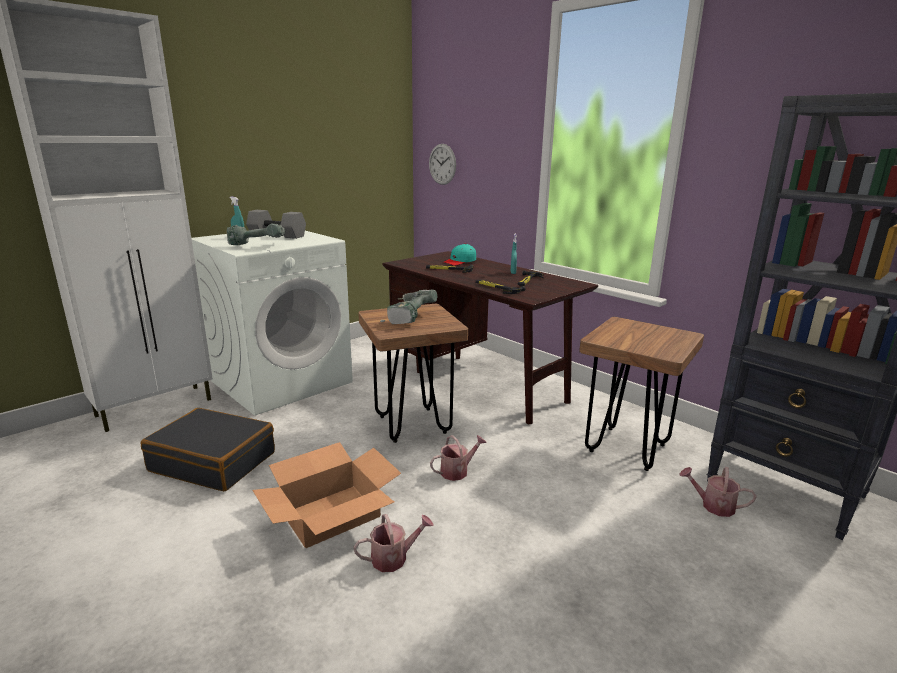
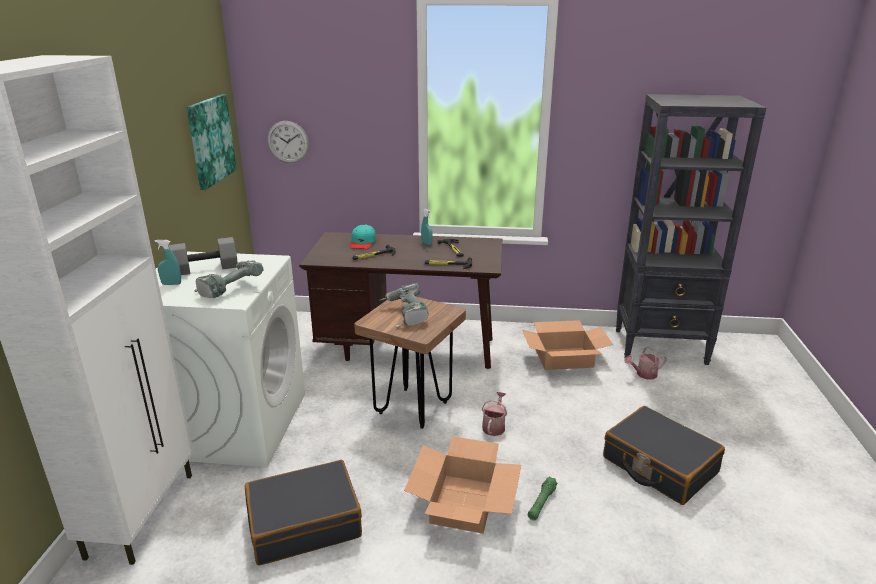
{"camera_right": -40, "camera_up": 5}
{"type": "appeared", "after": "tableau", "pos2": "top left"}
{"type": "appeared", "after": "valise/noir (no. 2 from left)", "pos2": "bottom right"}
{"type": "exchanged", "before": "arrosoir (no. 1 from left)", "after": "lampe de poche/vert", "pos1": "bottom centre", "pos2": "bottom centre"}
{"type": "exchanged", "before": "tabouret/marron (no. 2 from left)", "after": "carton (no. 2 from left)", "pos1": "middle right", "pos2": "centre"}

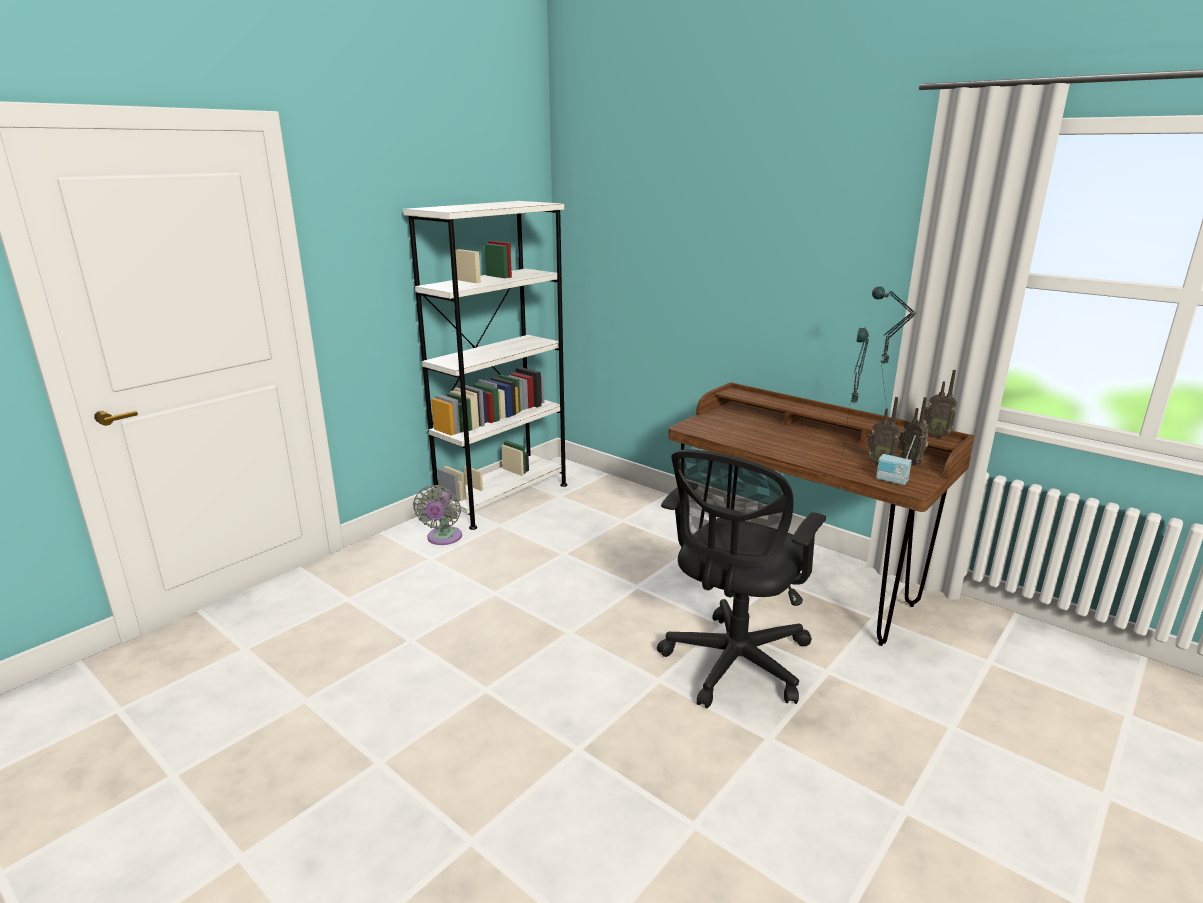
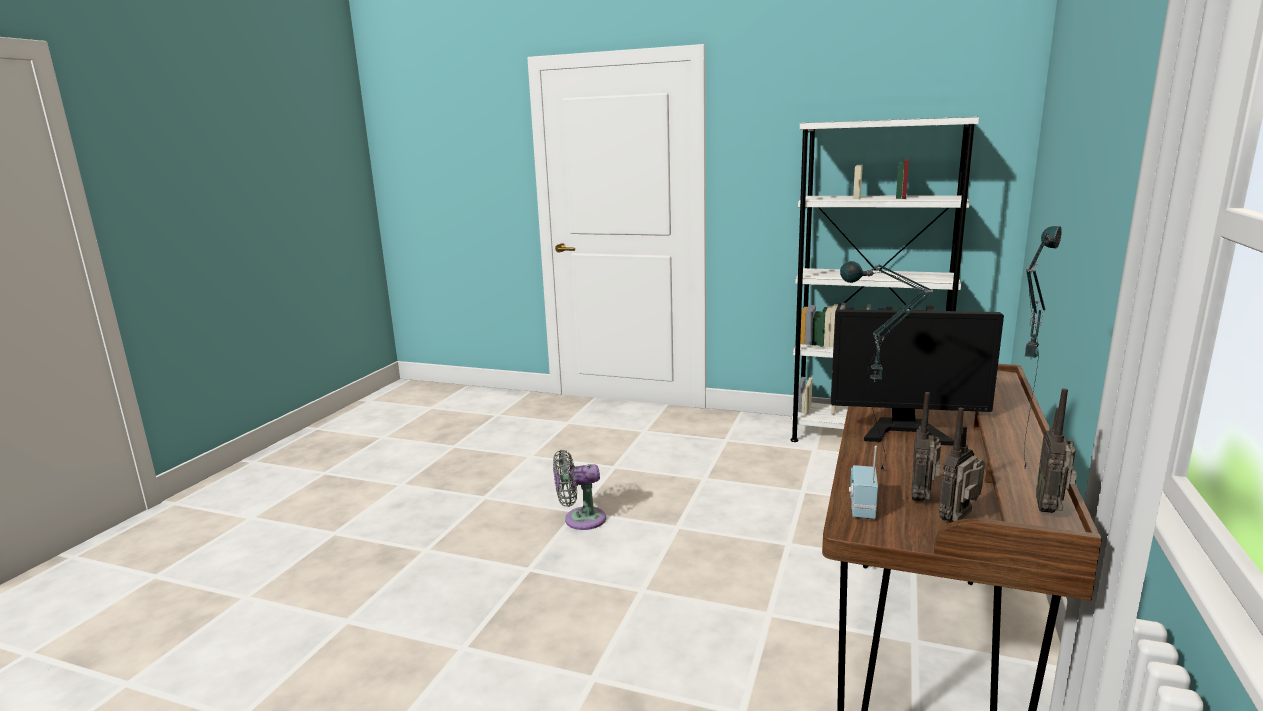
{"camera_right": 70, "camera_up": -5}
{"type": "missing", "before": "chaise de bureau/noir", "pos1": "centre"}
{"type": "appeared", "after": "écran d'ordinateur", "pos2": "middle right"}
{"type": "relocated", "before": "ventilateur/gris", "pos1": "centre", "pos2": "bottom centre"}

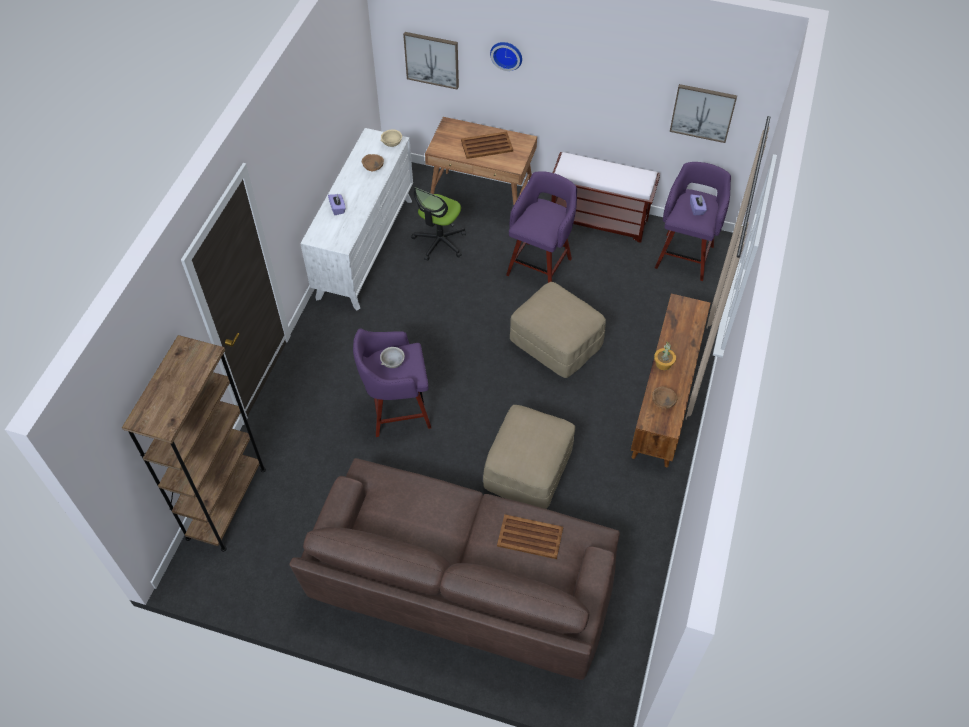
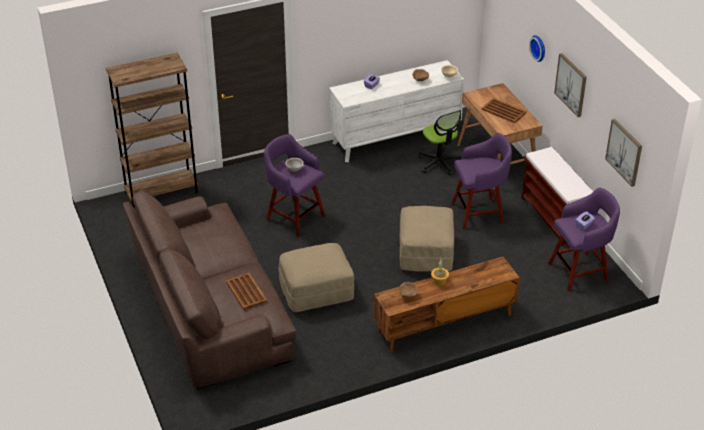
{"camera_right": 50, "camera_up": -15}
{"type": "relocated", "before": "tableau (no. 1 from left)", "pos1": "top centre", "pos2": "top right"}
{"type": "spun", "before": "chaise de bureau", "pos1": "top centre", "pos2": "top centre", "turn": -105}

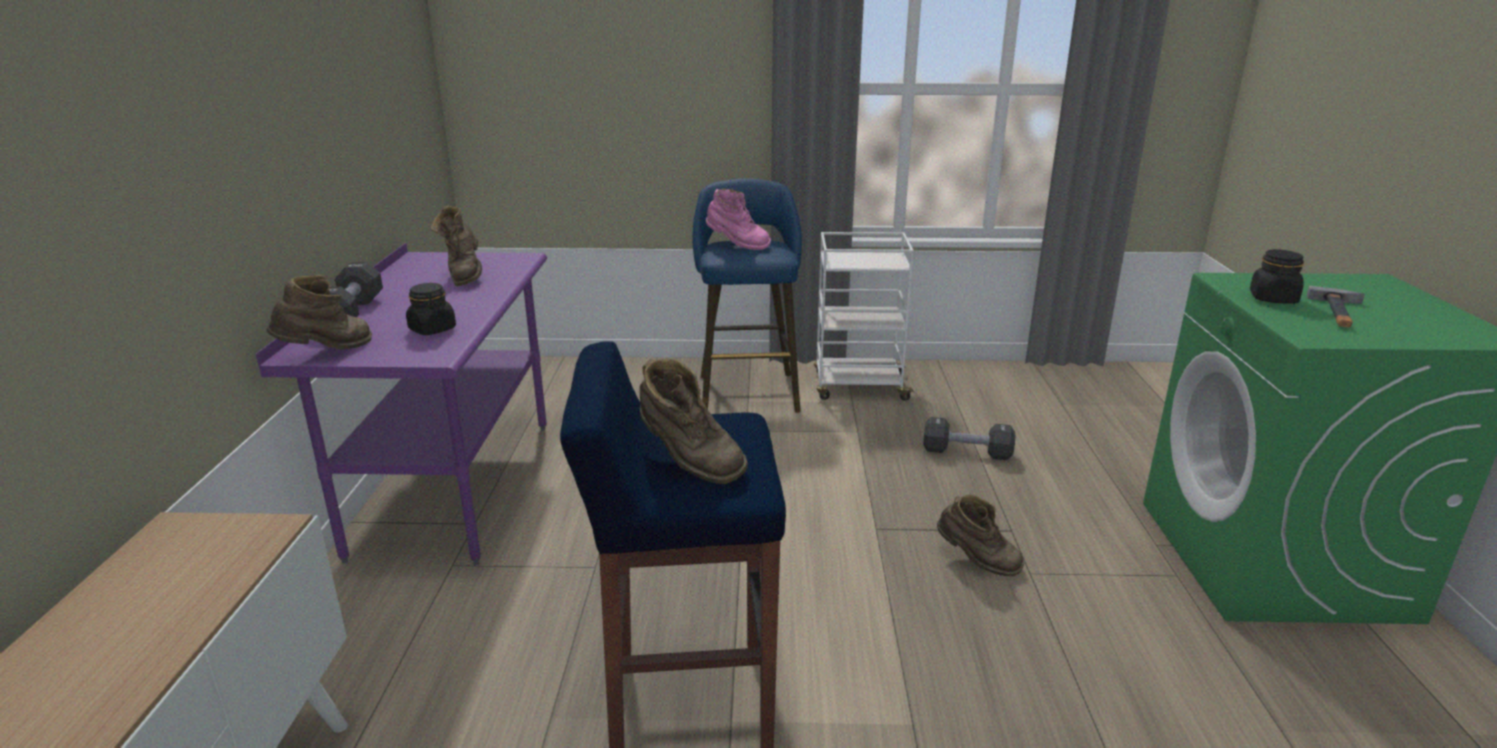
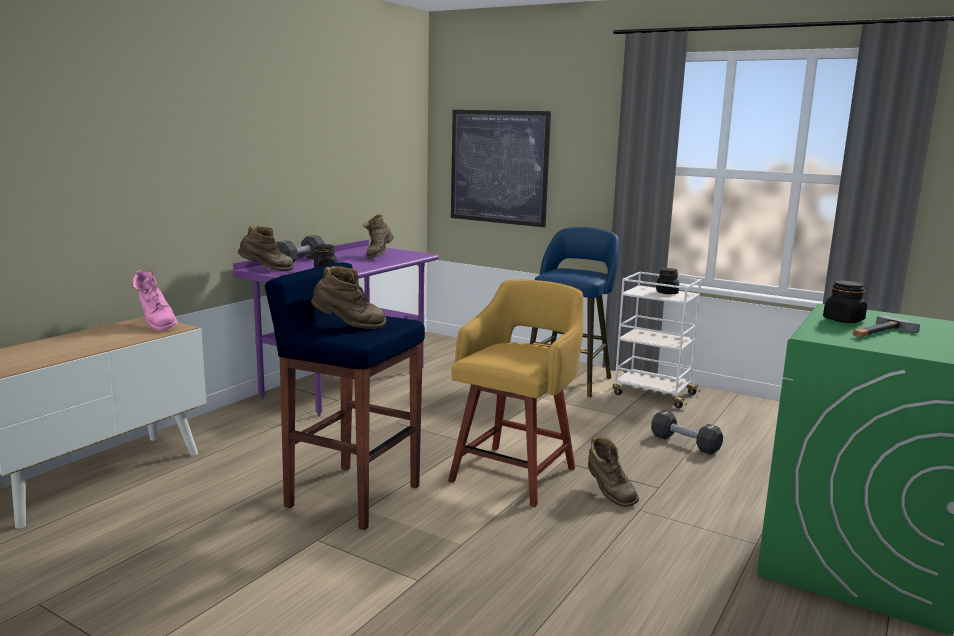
{"camera_right": 30, "camera_up": -10}
{"type": "appeared", "after": "tabouret/jaune", "pos2": "centre"}
{"type": "appeared", "after": "tableau", "pos2": "top centre"}
{"type": "appeared", "after": "bocal/noir (no. 2 from left)", "pos2": "middle right"}
{"type": "relocated", "before": "botte/rose", "pos1": "top centre", "pos2": "middle left"}
{"type": "spun", "before": "botte/marron (no. 3 from left in the first image)", "pos1": "centre", "pos2": "centre", "turn": -75}

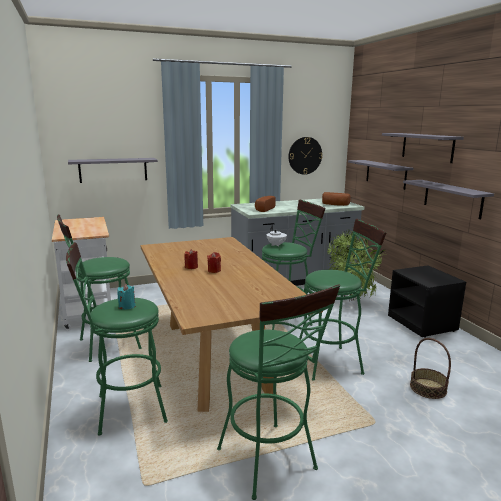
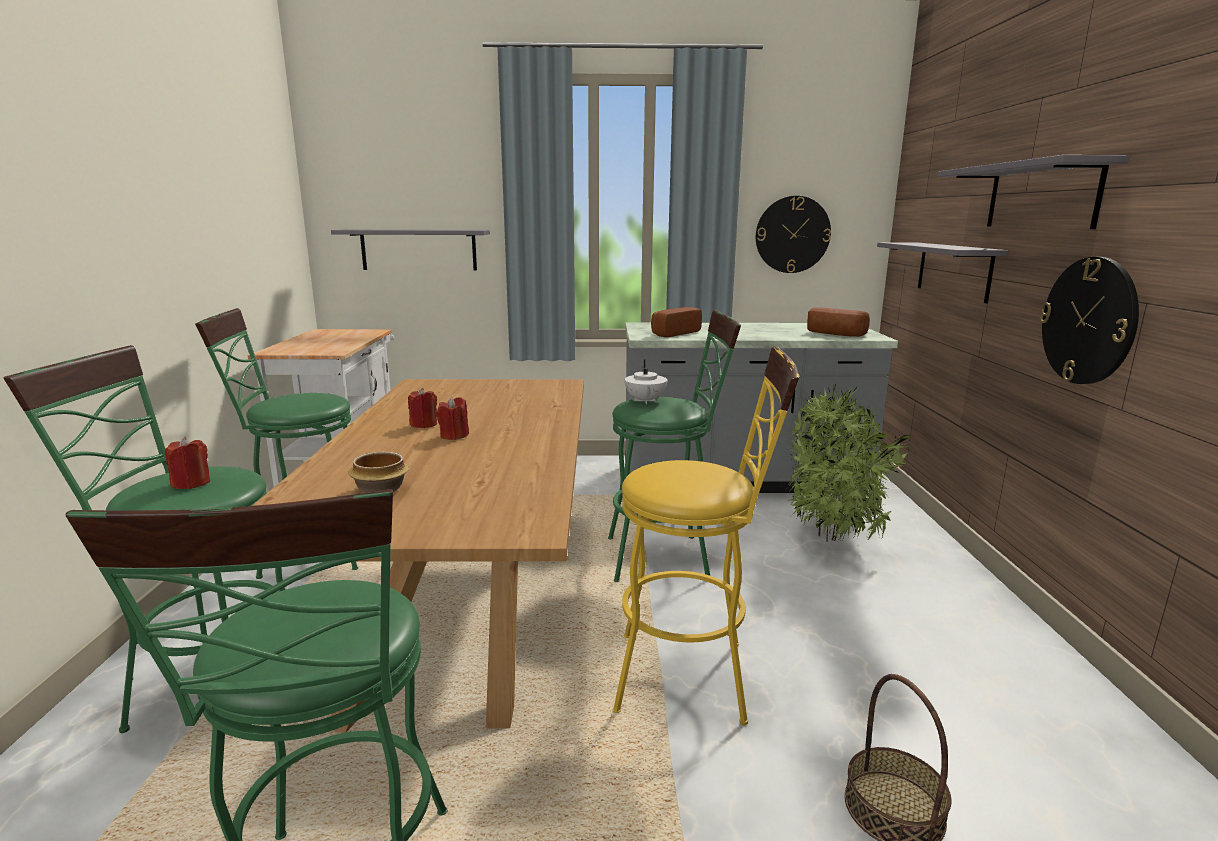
{"camera_right": 20, "camera_up": 0}
{"type": "missing", "before": "table de chevet/noir", "pos1": "middle right"}
{"type": "appeared", "after": "bol", "pos2": "middle left"}
{"type": "exchanged", "before": "étagère/gris (no. 4 from left)", "after": "horloge murale (no. 2 from left)", "pos1": "middle right", "pos2": "middle right"}
{"type": "colour", "before": "bougie/turquoise", "after": "bougie/rouge (no. 1 from left)", "pos1": "middle left", "pos2": "middle left"}
{"type": "colour", "before": "tabouret/vert (no. 5 from left)", "after": "tabouret/jaune", "pos1": "middle right", "pos2": "centre"}

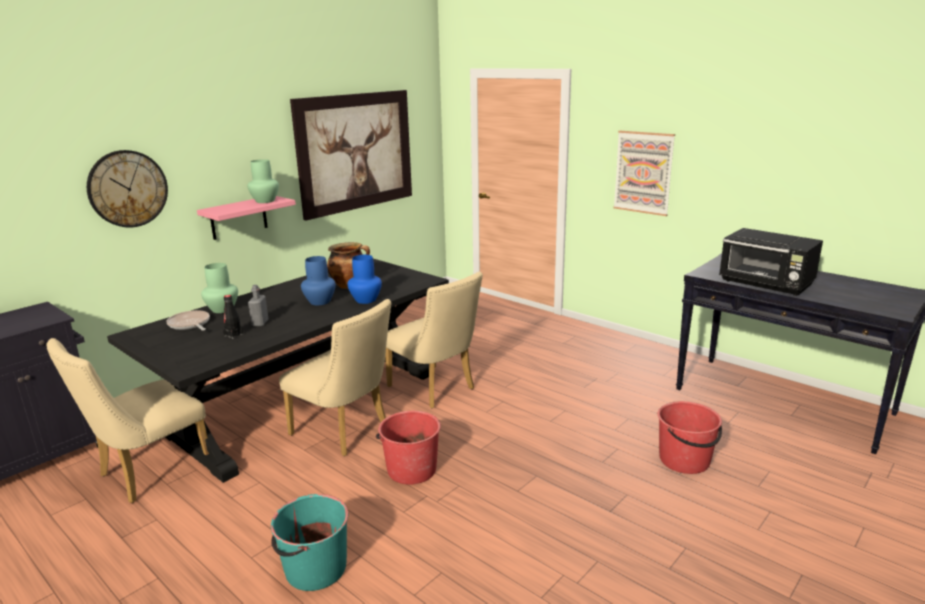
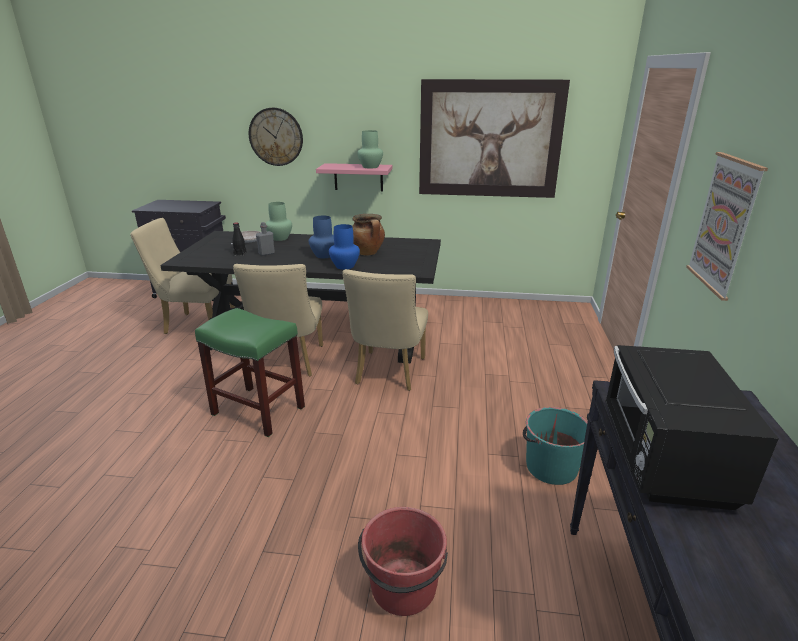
{"camera_right": 55, "camera_up": 5}
{"type": "relocated", "before": "seau/turquoise", "pos1": "bottom centre", "pos2": "bottom right"}
{"type": "exchanged", "before": "seau/rouge (no. 1 from left)", "after": "tabouret/vert", "pos1": "bottom centre", "pos2": "middle left"}

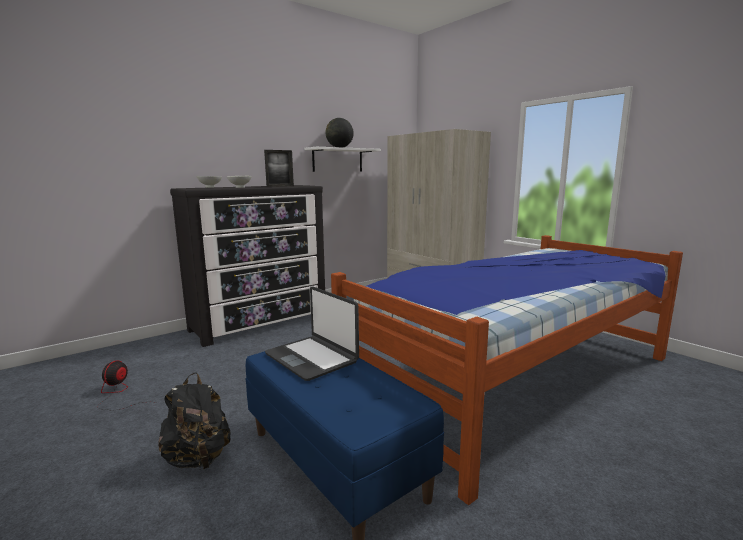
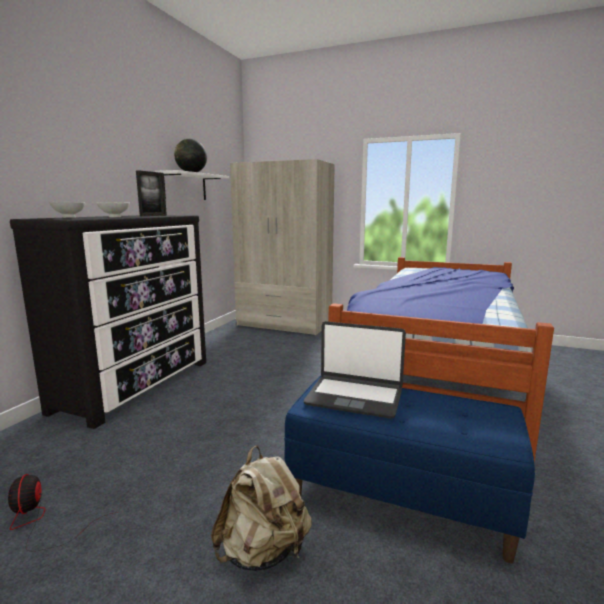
{"camera_right": -30, "camera_up": 0}
{"type": "colour", "before": "sac à dos/noir", "after": "sac à dos/beige", "pos1": "bottom left", "pos2": "bottom centre"}

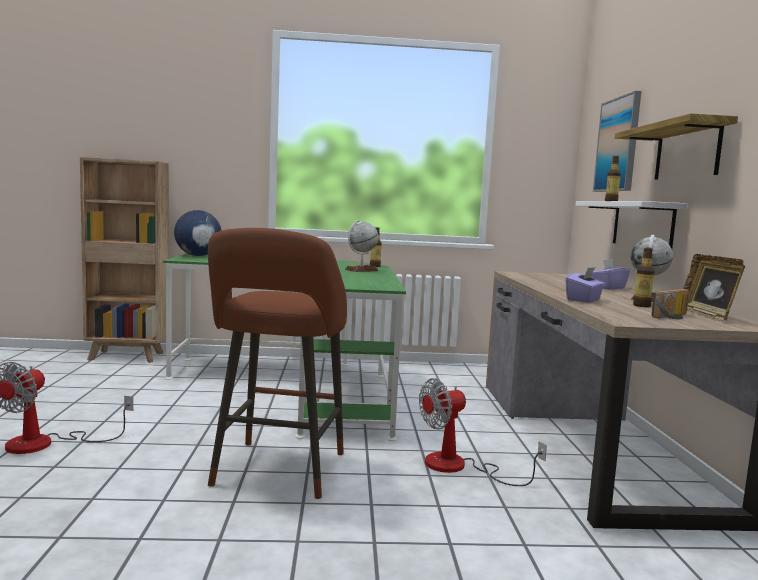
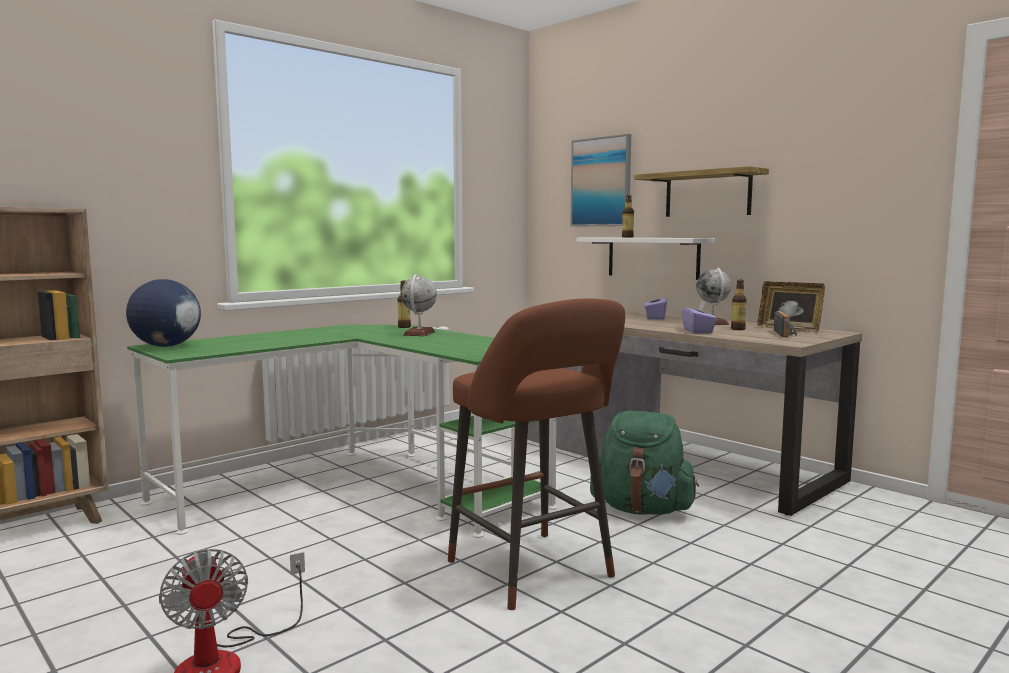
{"camera_right": -40, "camera_up": 0}
{"type": "exchanged", "before": "ventilateur (no. 2 from left)", "after": "sac à dos/vert", "pos1": "bottom centre", "pos2": "bottom centre"}

